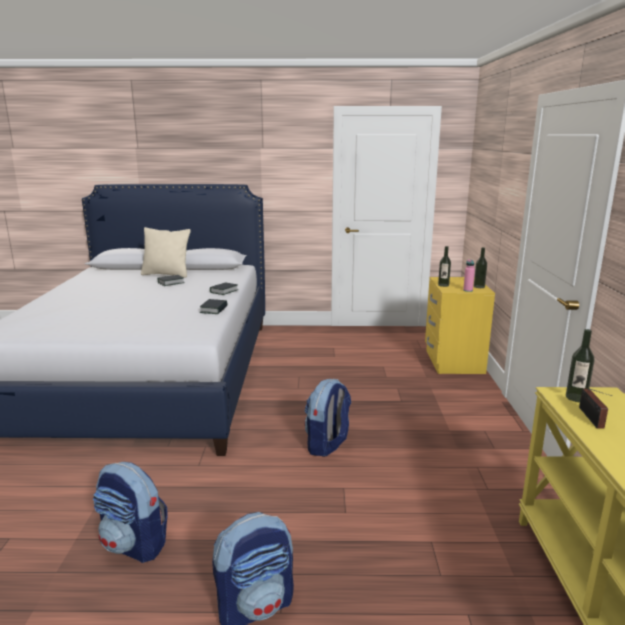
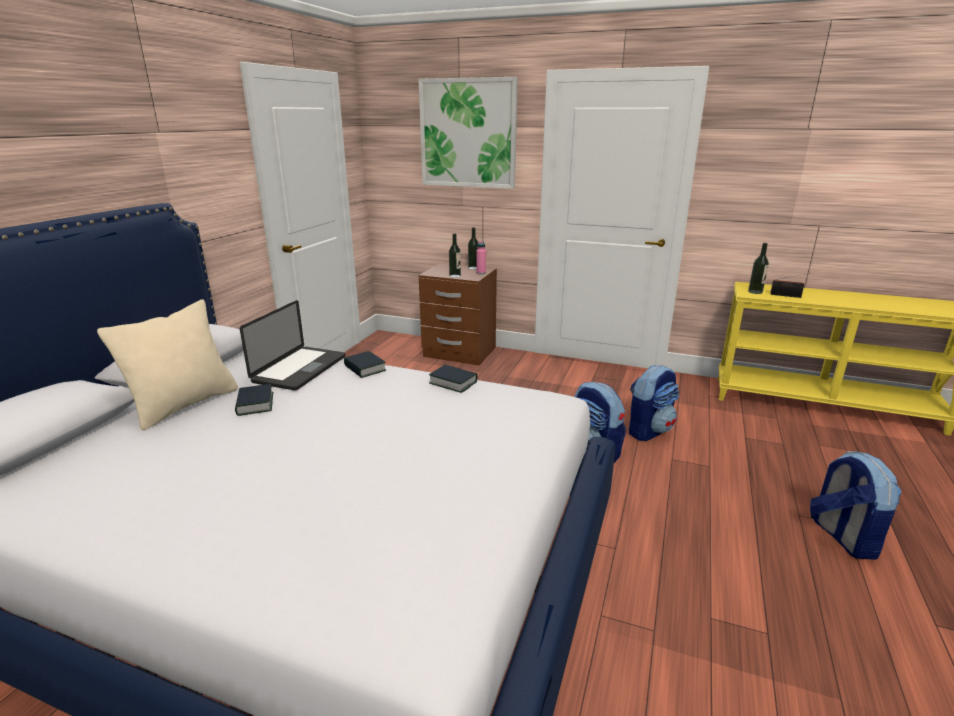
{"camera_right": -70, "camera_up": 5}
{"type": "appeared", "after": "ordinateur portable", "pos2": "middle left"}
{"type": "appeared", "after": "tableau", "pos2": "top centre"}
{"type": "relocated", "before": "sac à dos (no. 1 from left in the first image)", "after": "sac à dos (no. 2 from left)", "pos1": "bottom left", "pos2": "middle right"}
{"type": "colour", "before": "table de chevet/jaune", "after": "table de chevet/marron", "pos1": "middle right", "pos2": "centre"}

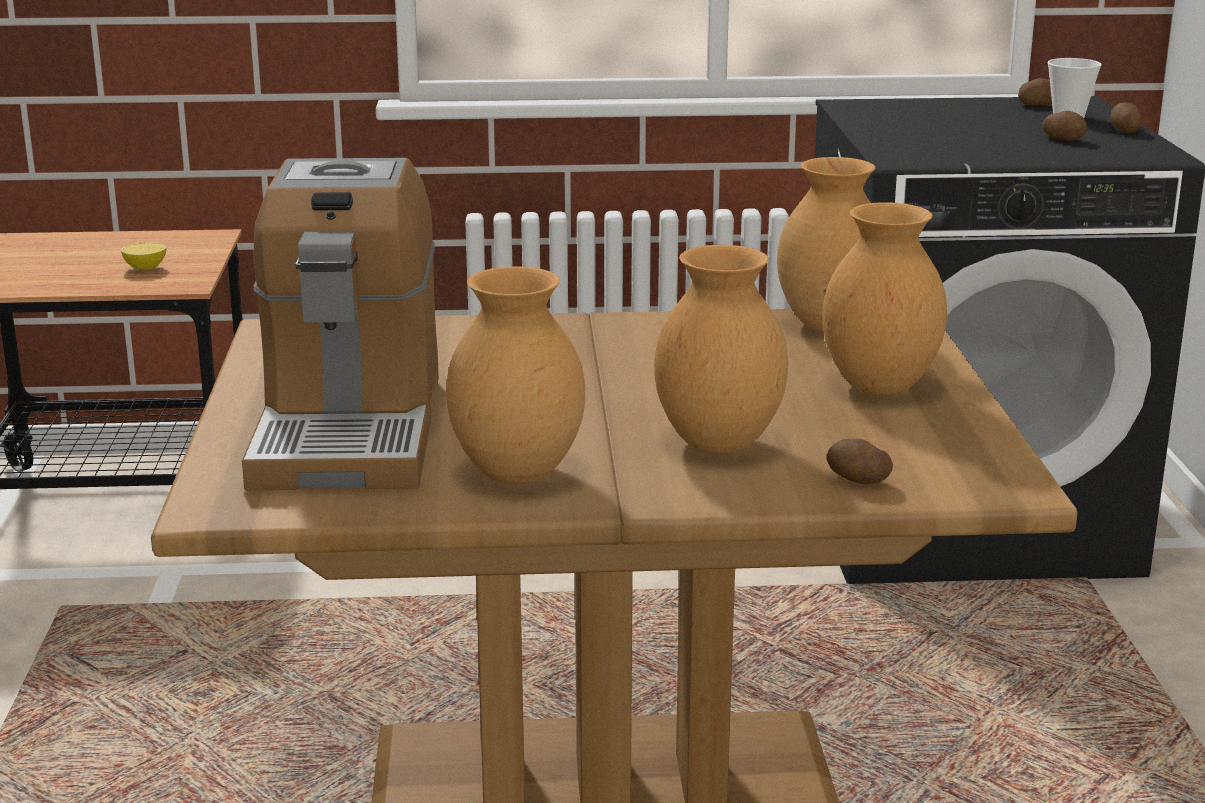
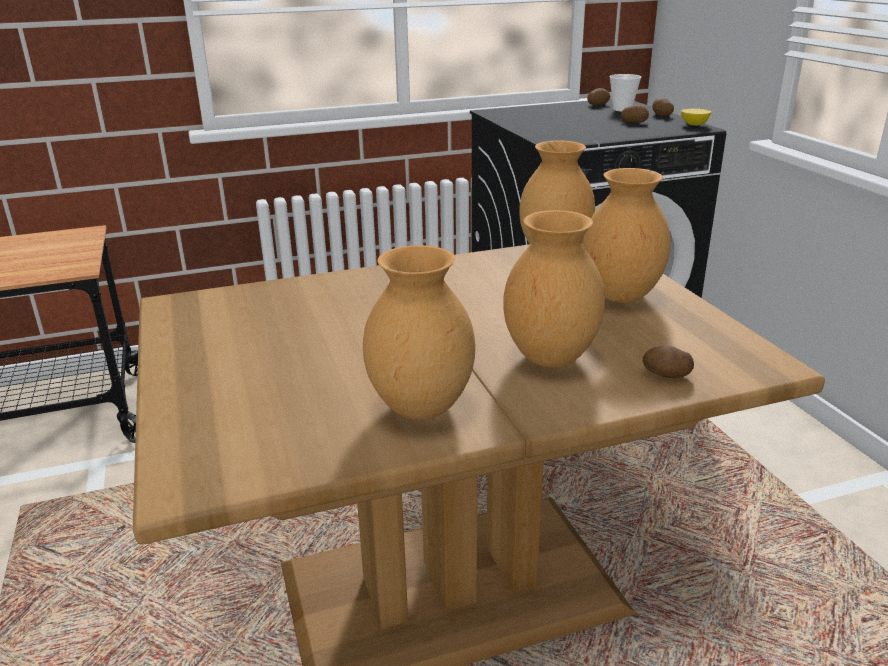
{"camera_right": -15, "camera_up": 5}
{"type": "missing", "before": "machine à café", "pos1": "middle left"}
{"type": "relocated", "before": "citron", "pos1": "top left", "pos2": "top right"}

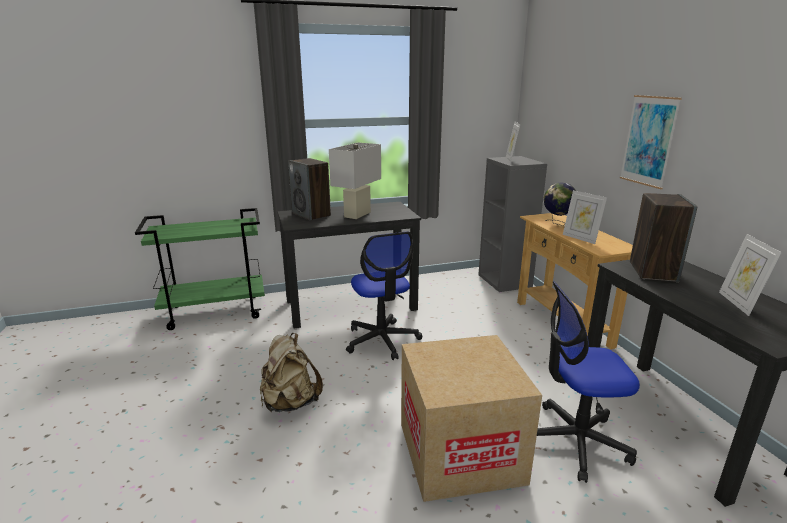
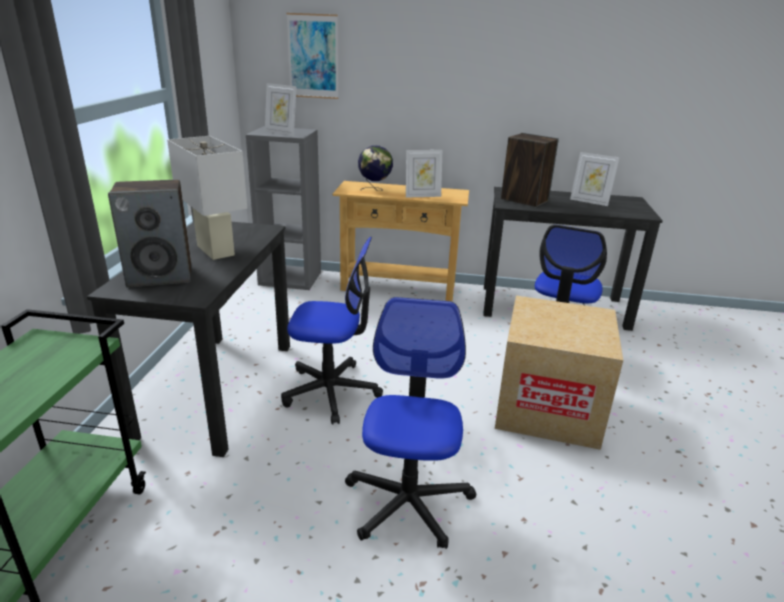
{"camera_right": -65, "camera_up": 5}
{"type": "relocated", "before": "tableau", "pos1": "top right", "pos2": "top centre"}
{"type": "exchanged", "before": "sac à dos/beige", "after": "chaise de bureau (no. 2 from left)", "pos1": "bottom centre", "pos2": "bottom centre"}

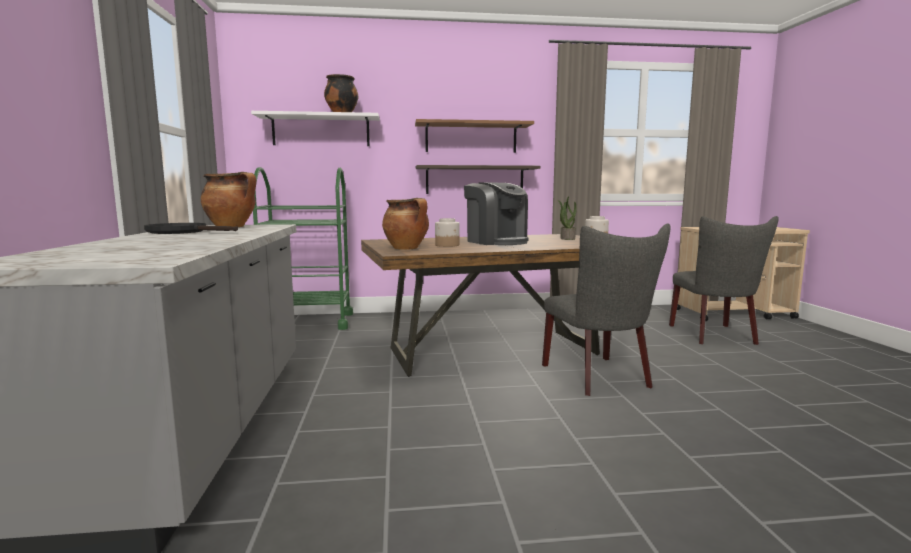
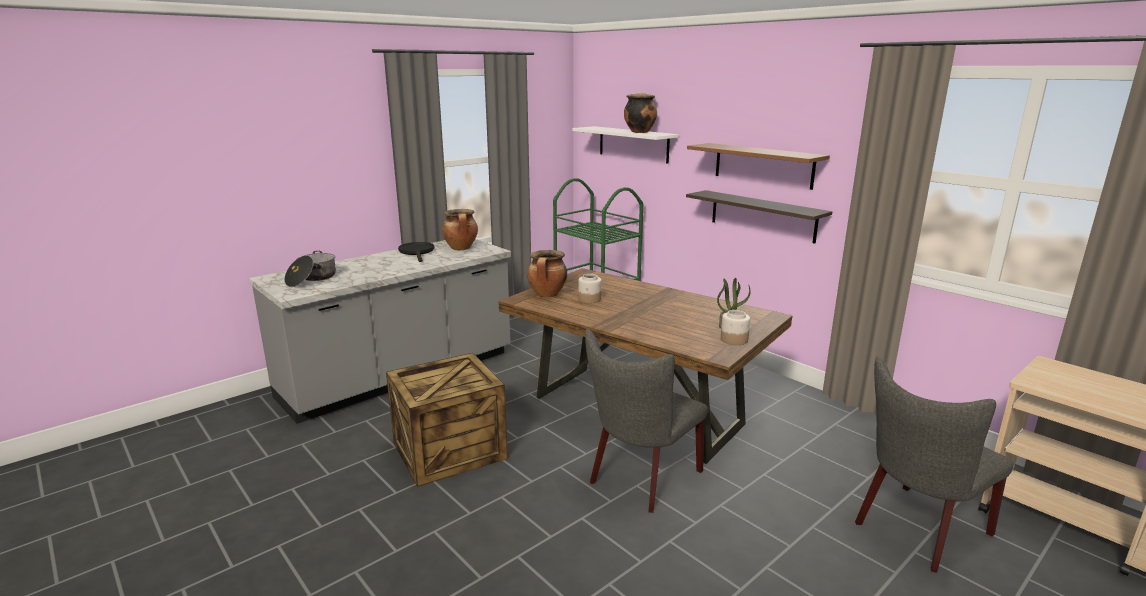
{"camera_right": 55, "camera_up": 10}
{"type": "missing", "before": "machine à café", "pos1": "centre"}
{"type": "appeared", "after": "marmite (no. 1 from left)", "pos2": "middle left"}
{"type": "appeared", "after": "caisse", "pos2": "bottom centre"}

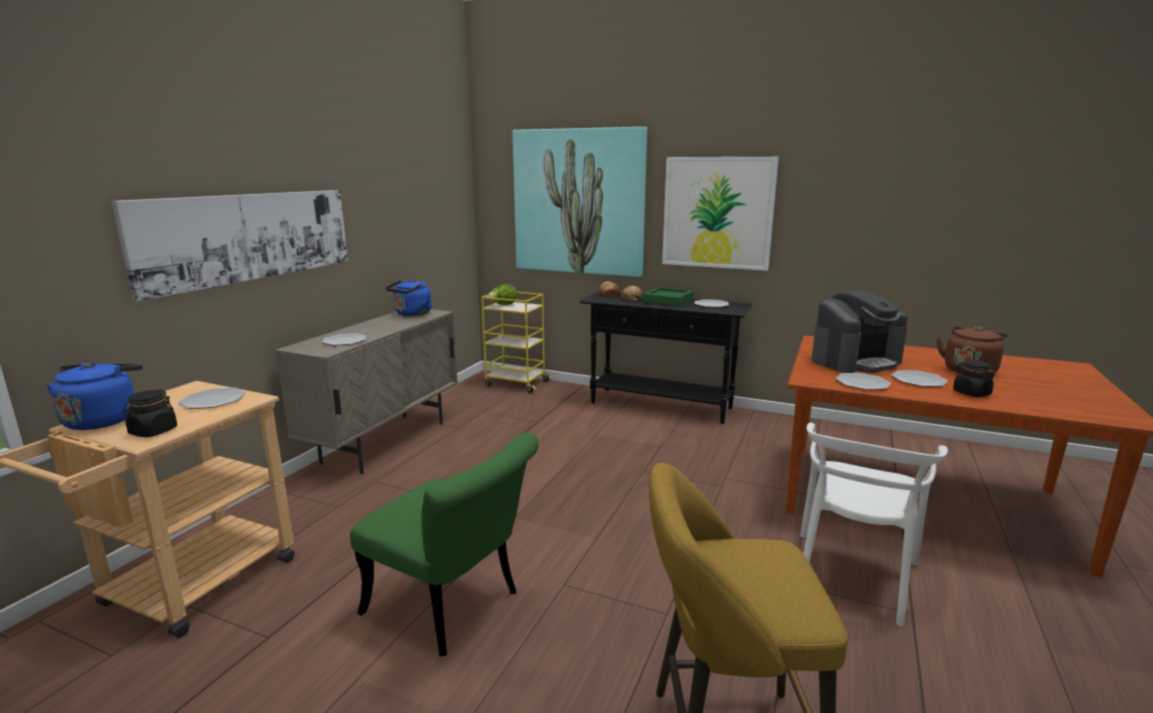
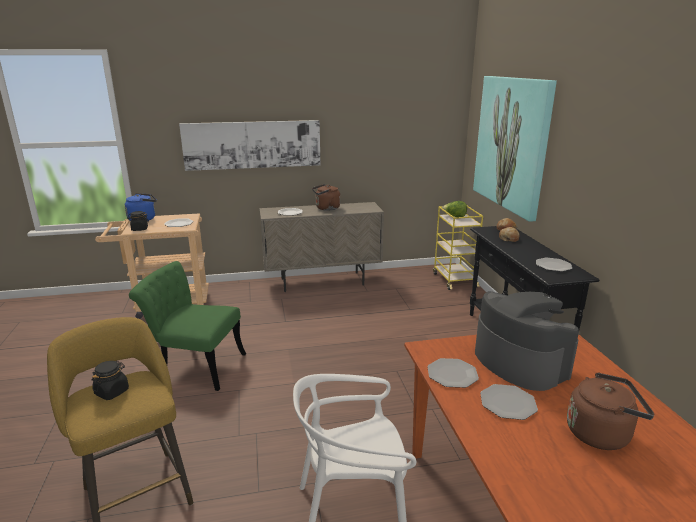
{"camera_right": 55, "camera_up": 5}
{"type": "missing", "before": "bouilloire/bleu (no. 2 from left)", "pos1": "centre"}
{"type": "missing", "before": "plateau/vert", "pos1": "centre"}
{"type": "missing", "before": "tableau (no. 3 from left)", "pos1": "top centre"}
{"type": "appeared", "after": "bouilloire/marron (no. 1 from left)", "pos2": "centre"}
{"type": "relocated", "before": "bocal/noir (no. 2 from left in the first image)", "after": "bocal/noir (no. 1 from left)", "pos1": "middle right", "pos2": "bottom left"}
{"type": "spun", "before": "chaise/vert", "pos1": "bottom centre", "pos2": "middle left", "turn": 105}
{"type": "spun", "before": "machine à café", "pos1": "middle right", "pos2": "middle right", "turn": -150}

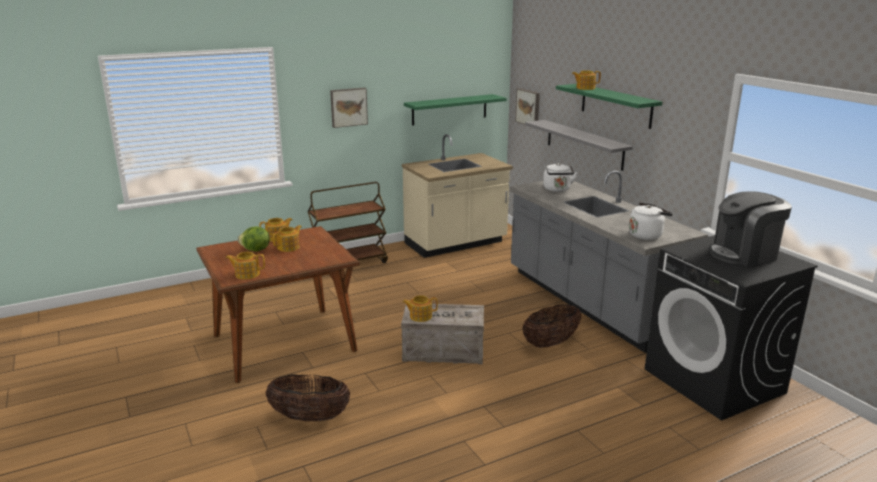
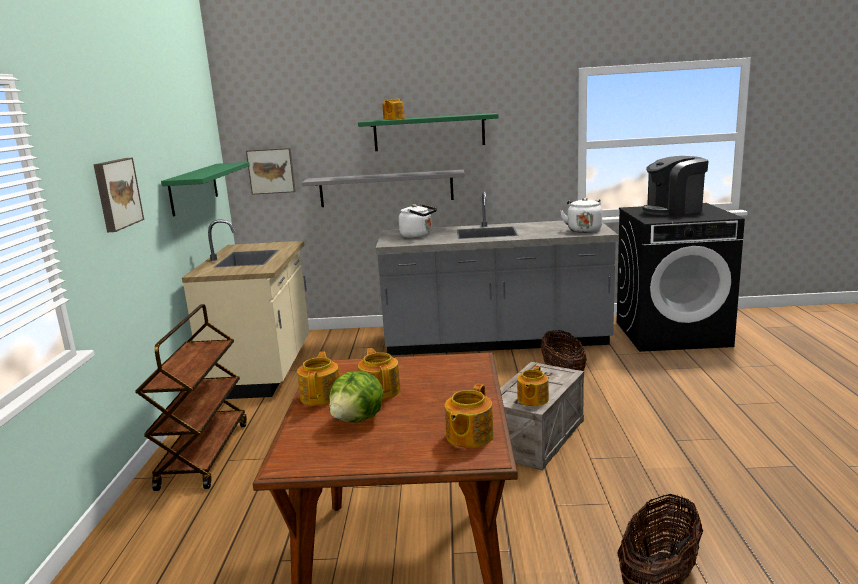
{"camera_right": -60, "camera_up": -5}
{"type": "spun", "before": "machine à café", "pos1": "middle right", "pos2": "top right", "turn": 60}

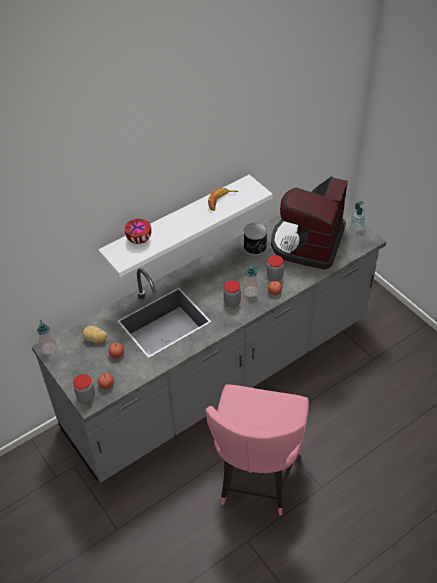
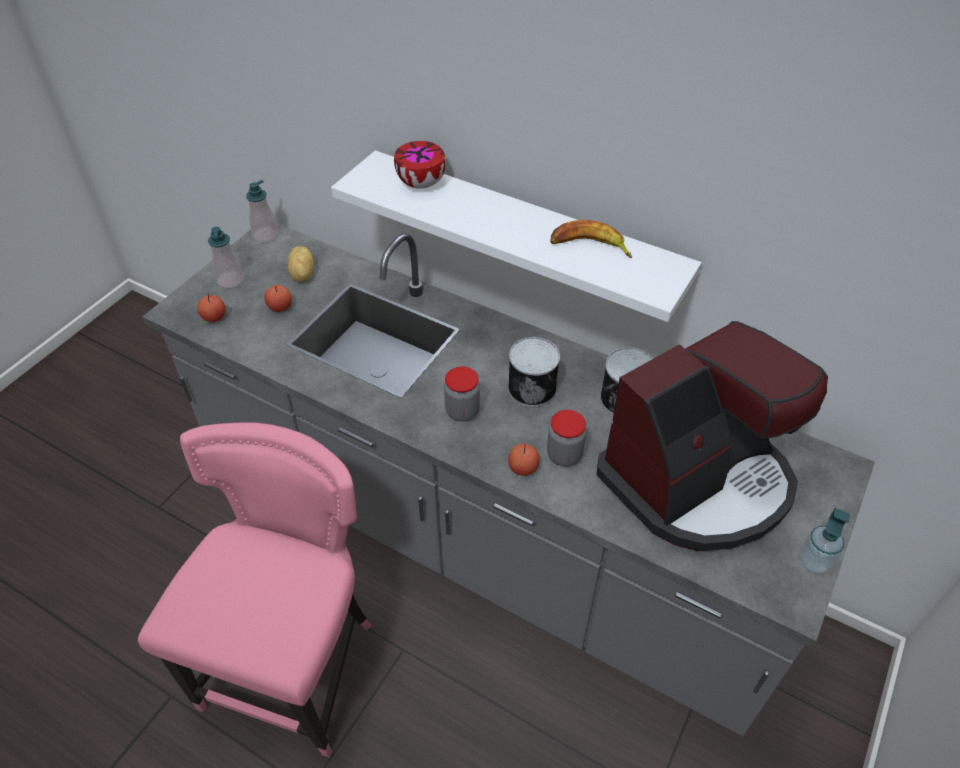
{"camera_right": 65, "camera_up": 0}
{"type": "missing", "before": "bocal (no. 1 from left)", "pos1": "middle left"}
{"type": "appeared", "after": "boîte métallique (no. 1 from left)", "pos2": "centre"}
{"type": "relocated", "before": "distributeur de savon (no. 2 from left in the first image)", "after": "distributeur de savon (no. 1 from left)", "pos1": "centre", "pos2": "middle left"}
{"type": "spun", "before": "chaise/rose", "pos1": "bottom centre", "pos2": "bottom left", "turn": 120}
{"type": "spun", "before": "machine à café", "pos1": "middle right", "pos2": "middle right", "turn": 150}

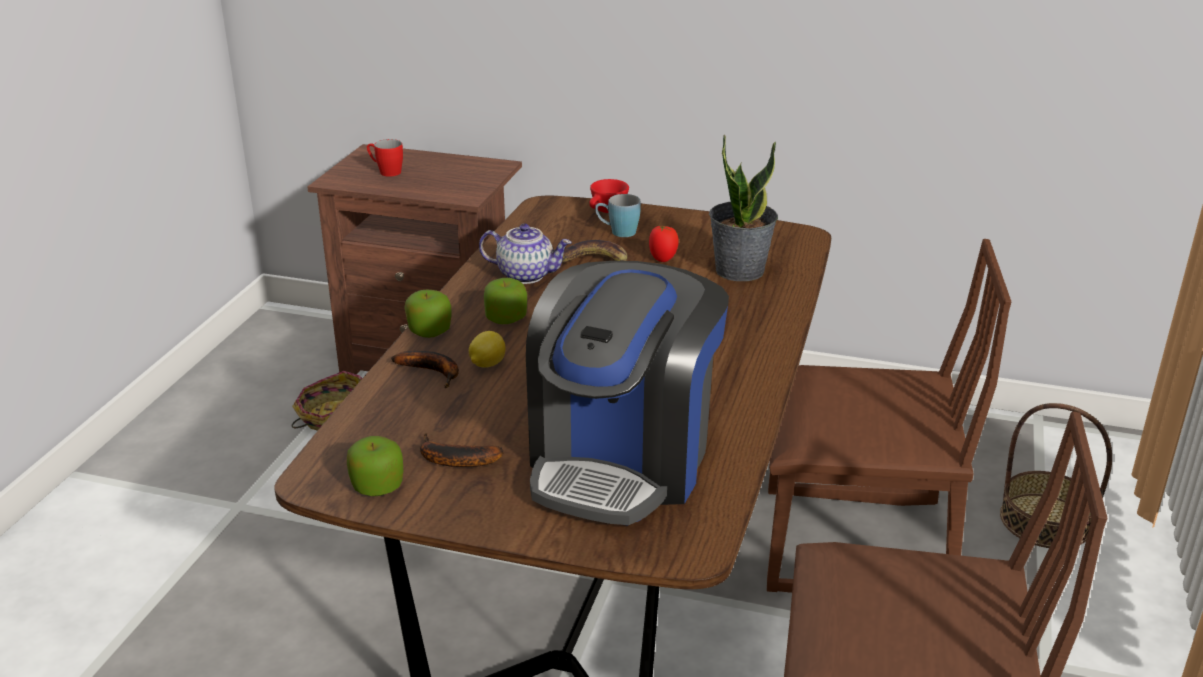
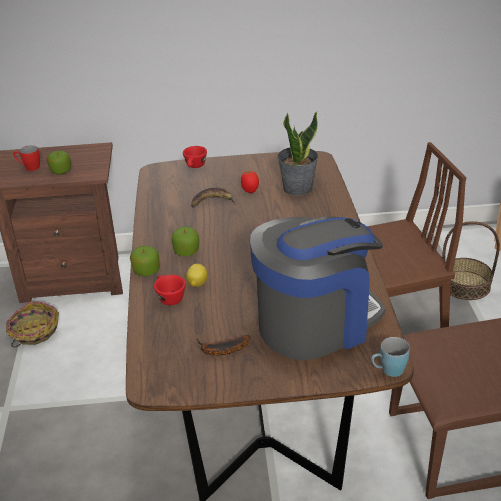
{"camera_right": -20, "camera_up": 5}
{"type": "missing", "before": "théière", "pos1": "centre"}
{"type": "relocated", "before": "pomme (no. 1 from left)", "pos1": "bottom left", "pos2": "top left"}
{"type": "relocated", "before": "mug/bleu", "pos1": "top centre", "pos2": "bottom right"}
{"type": "exchanged", "before": "banane (no. 1 from left)", "after": "tasse/rouge (no. 1 from left)", "pos1": "centre", "pos2": "centre"}
{"type": "spun", "before": "machine à café", "pos1": "centre", "pos2": "centre", "turn": -120}

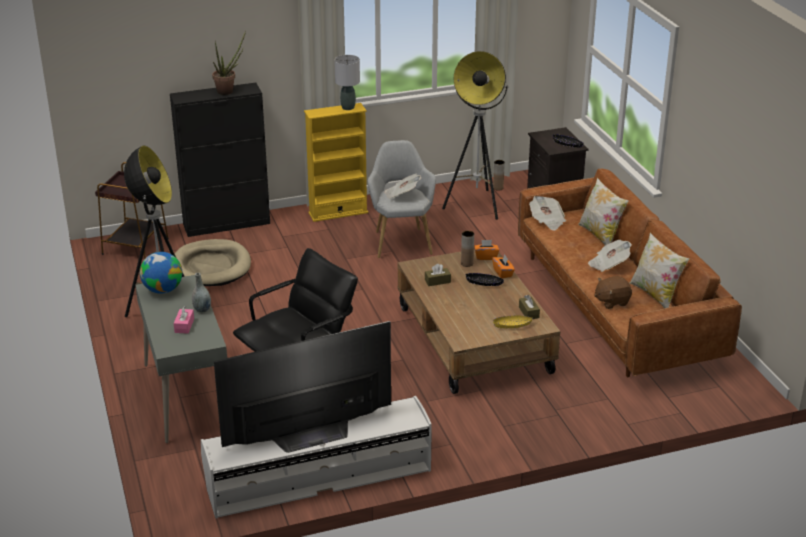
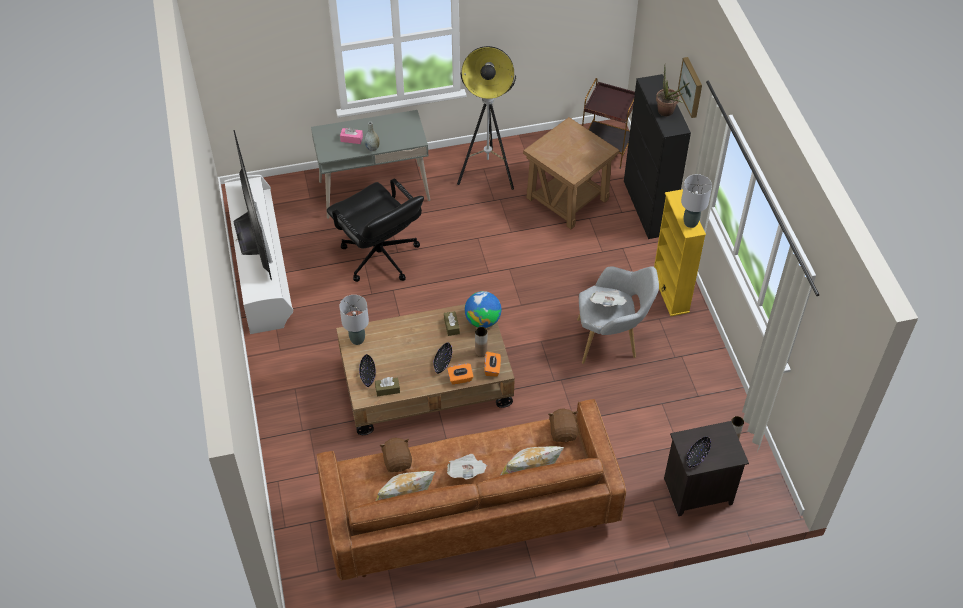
{"camera_right": 95, "camera_up": 20}
{"type": "missing", "before": "lampadaire (no. 2 from left)", "pos1": "top centre"}
{"type": "appeared", "after": "lampe de table/gris (no. 1 from left)", "pos2": "centre"}
{"type": "appeared", "after": "tableau", "pos2": "top right"}
{"type": "relocated", "before": "globe", "pos1": "middle left", "pos2": "centre"}
{"type": "exchanged", "before": "panier pour chien/beige", "after": "table d'appoint/marron (no. 1 from left)", "pos1": "middle left", "pos2": "top centre"}
{"type": "exchanged", "before": "journal (no. 2 from left)", "after": "peluche/marron (no. 2 from left)", "pos1": "middle right", "pos2": "bottom centre"}
{"type": "colour", "before": "bol/jaune", "after": "bol/noir (no. 1 from left)", "pos1": "centre", "pos2": "centre"}

